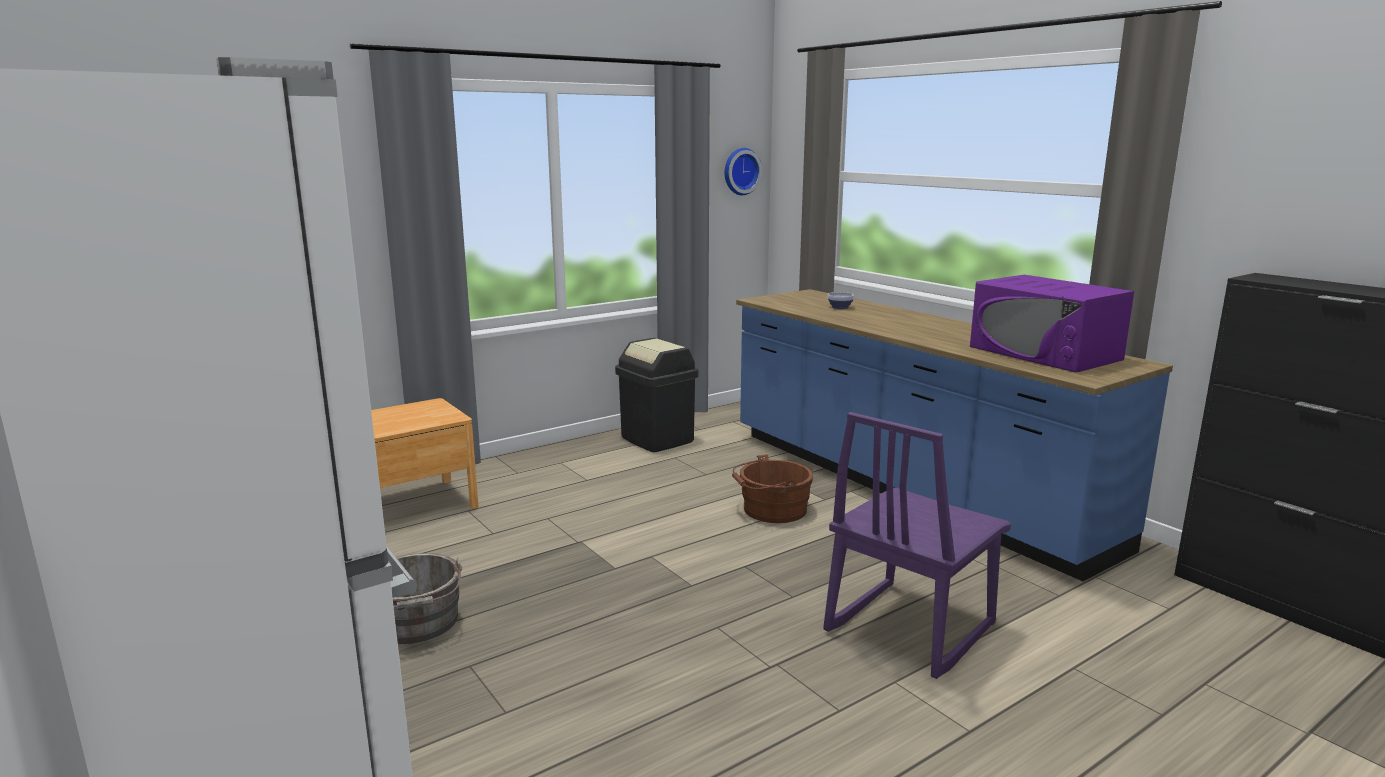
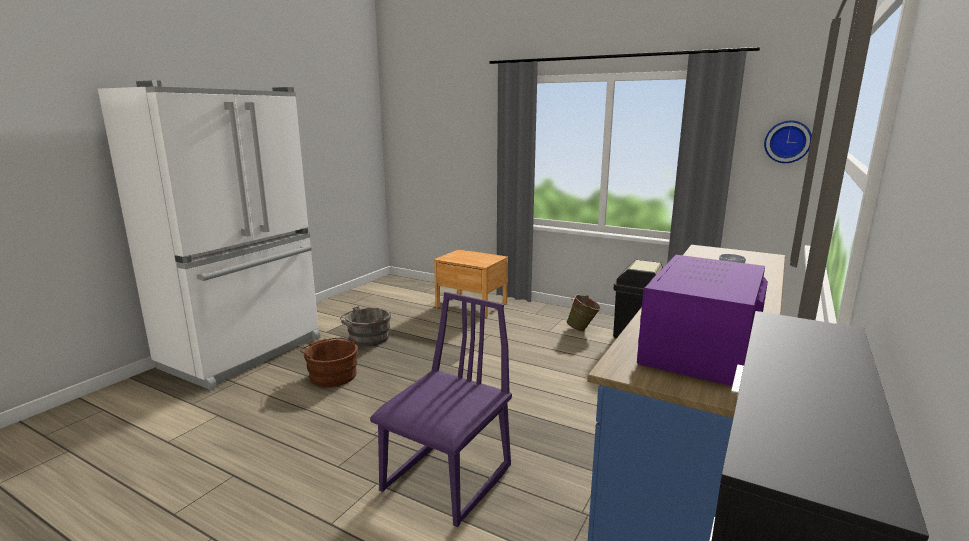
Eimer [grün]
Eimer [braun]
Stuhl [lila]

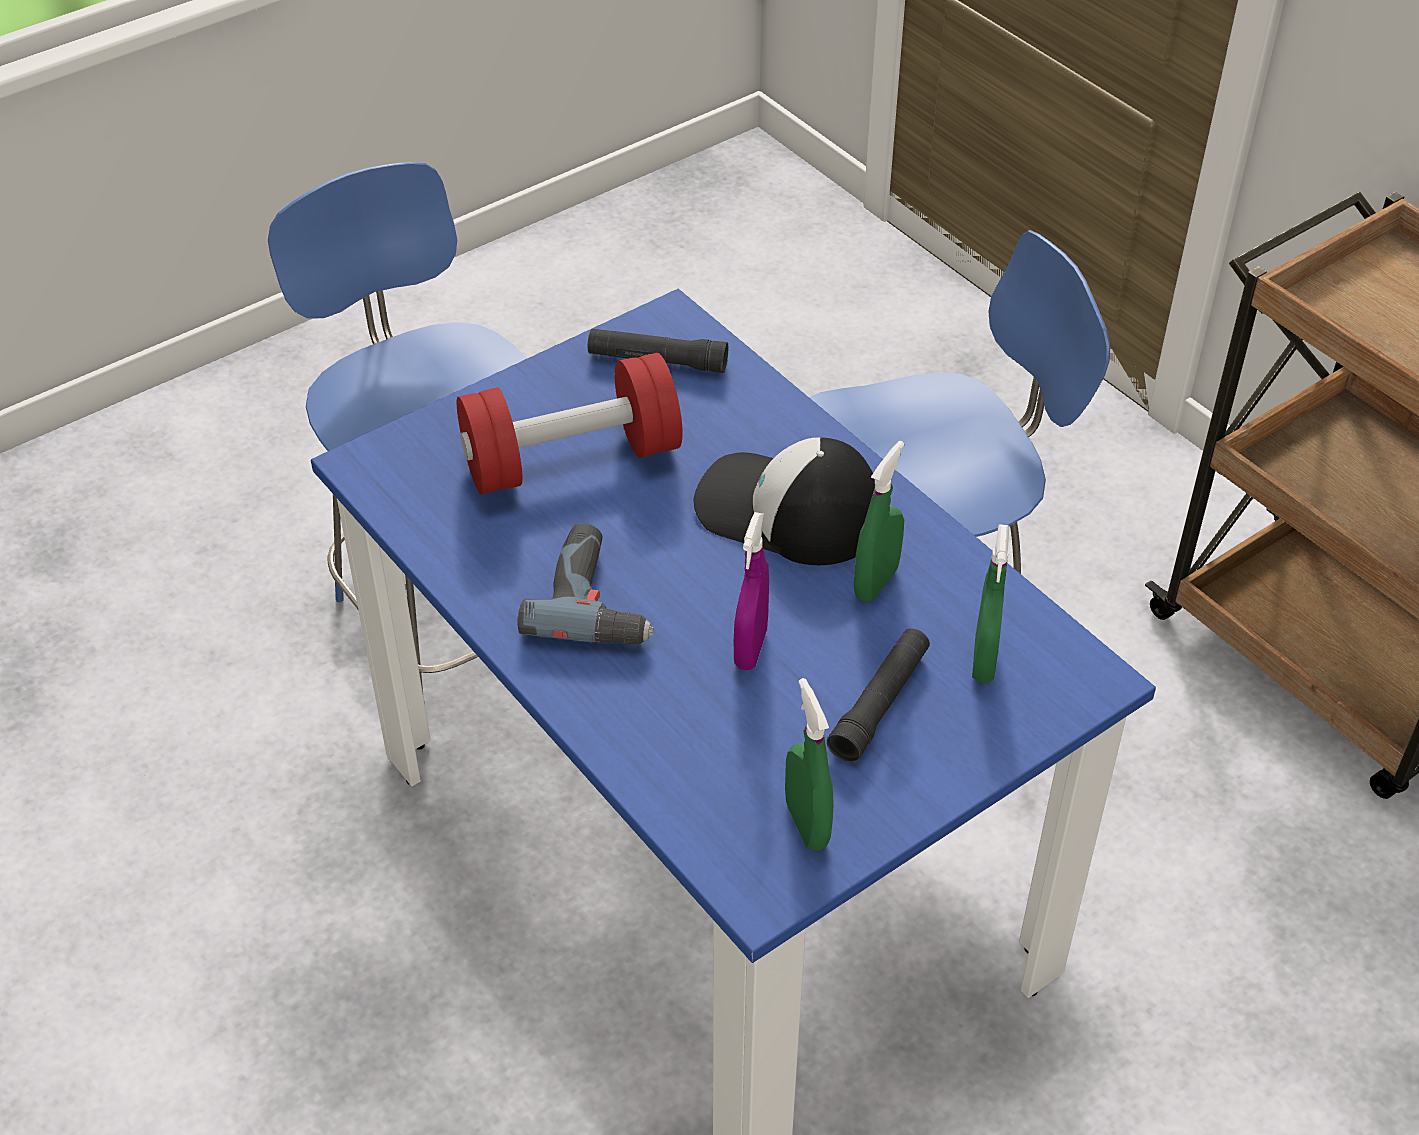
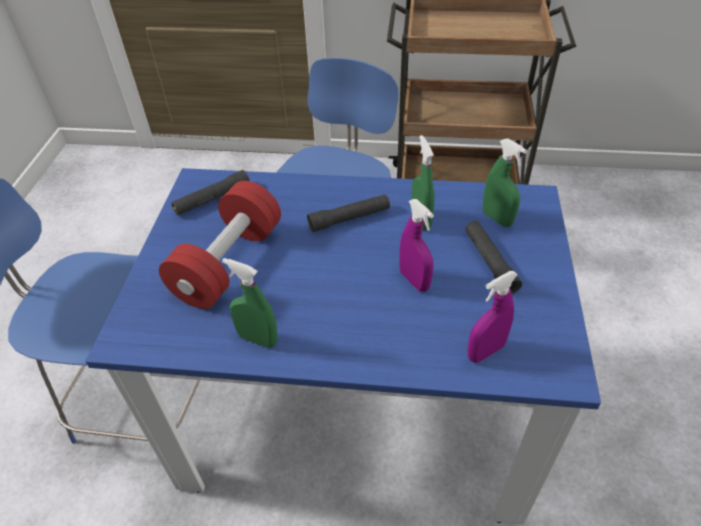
Bohrmaschine
Sprühflasche [lila] (2nd from left)
Sprühflasche [grün] (1st from left)
Taschenlampe [schwarz] (2nd from left)

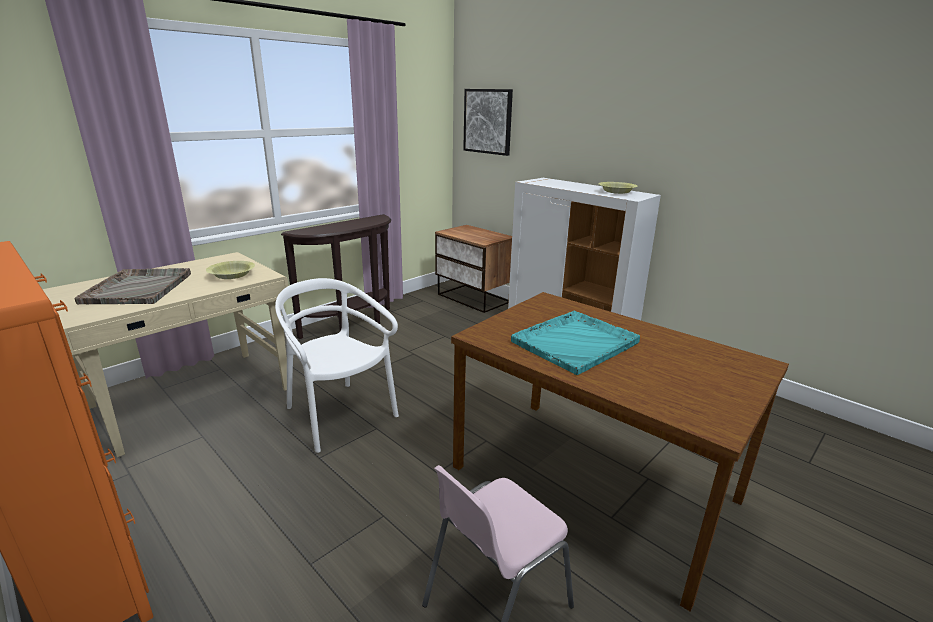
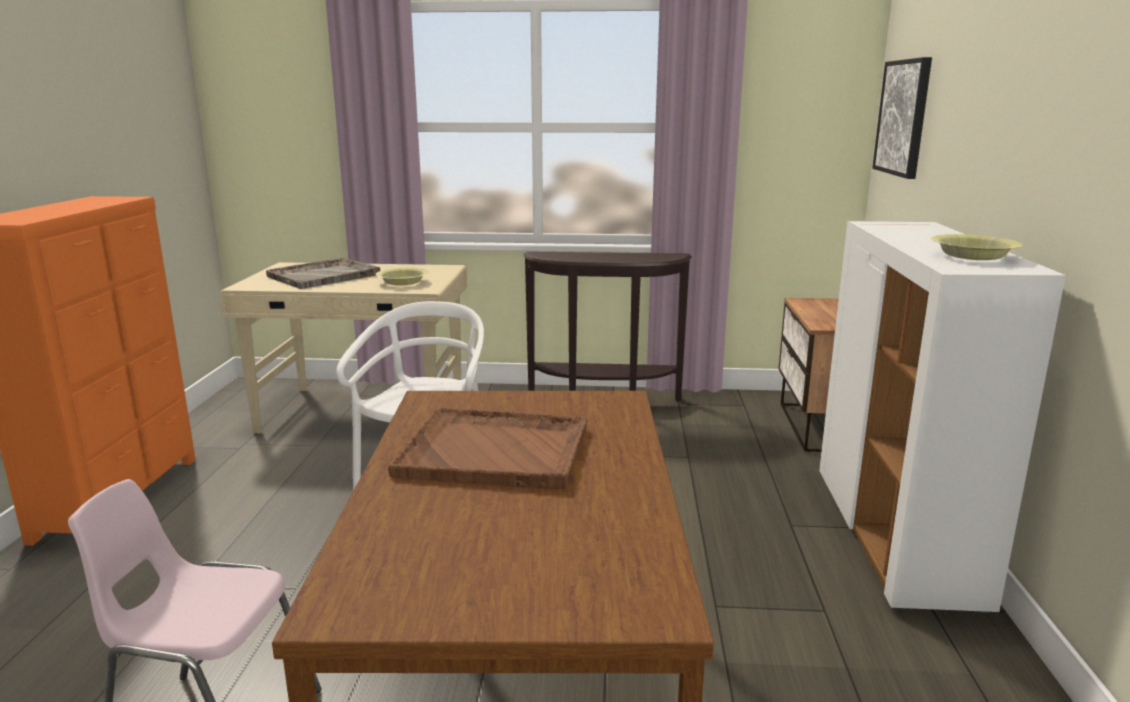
Tablett [braun]

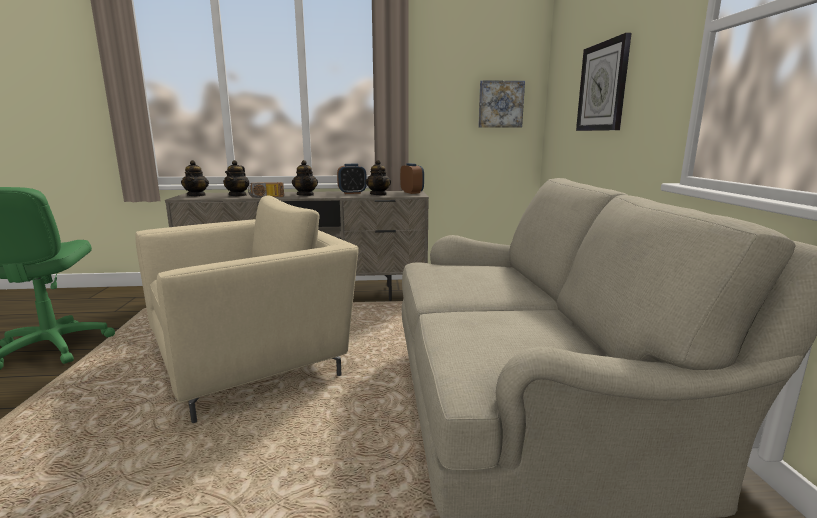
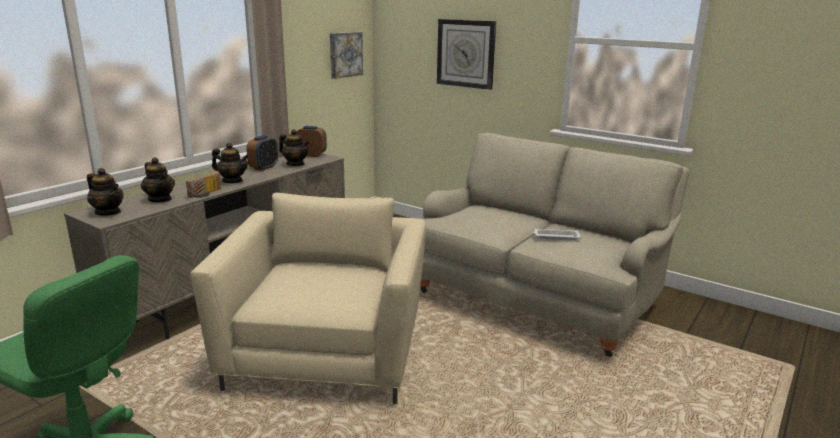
Tablett [weiß]

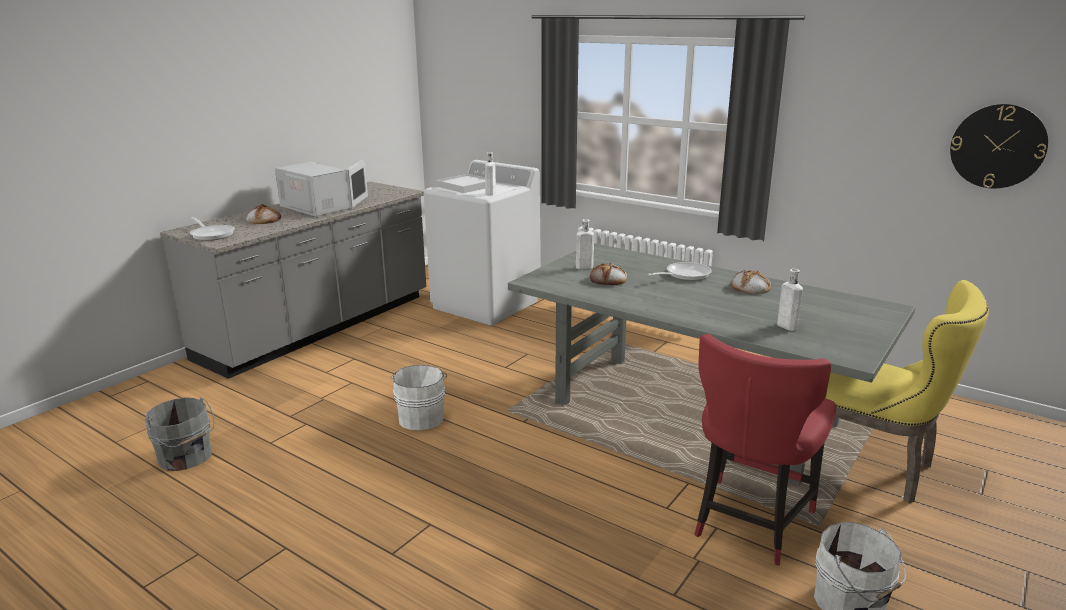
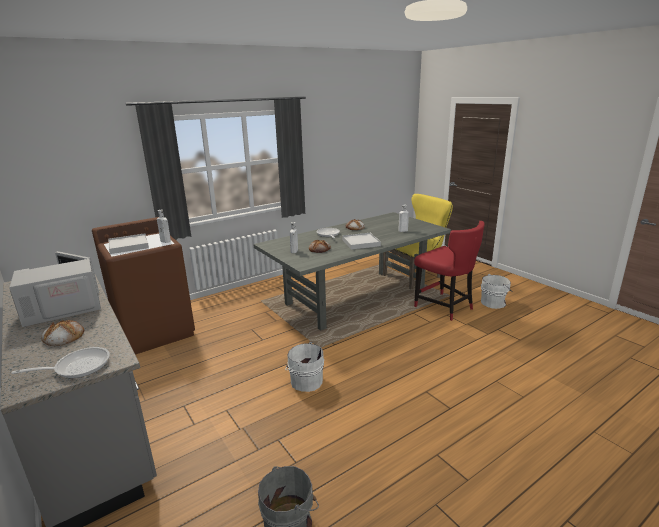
Wanduhr
Tablett [weiß] (2nd from left)
Waschmaschine [braun]

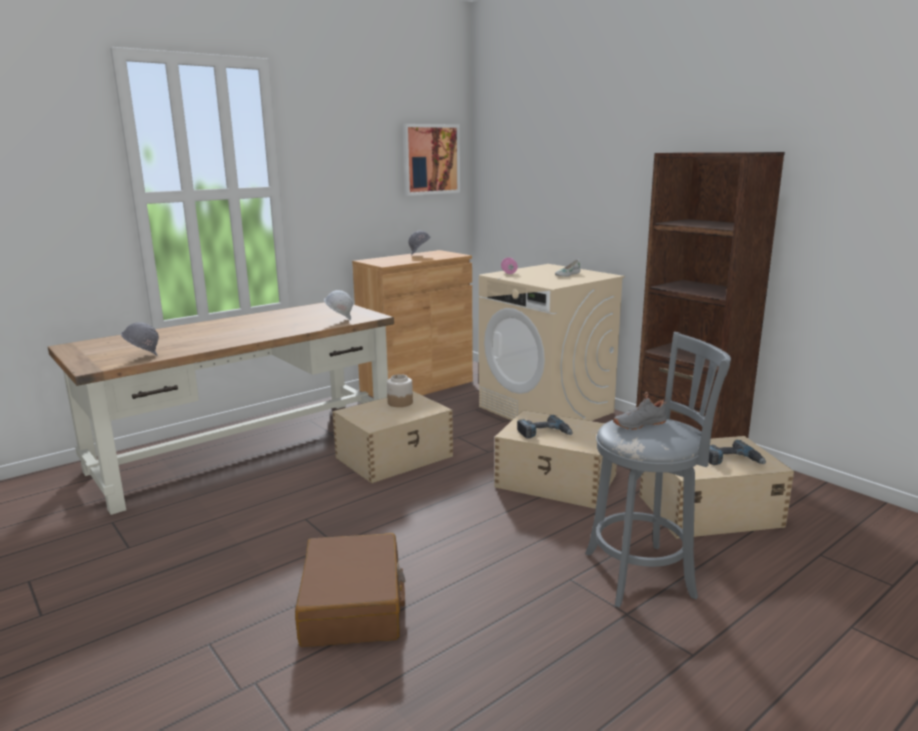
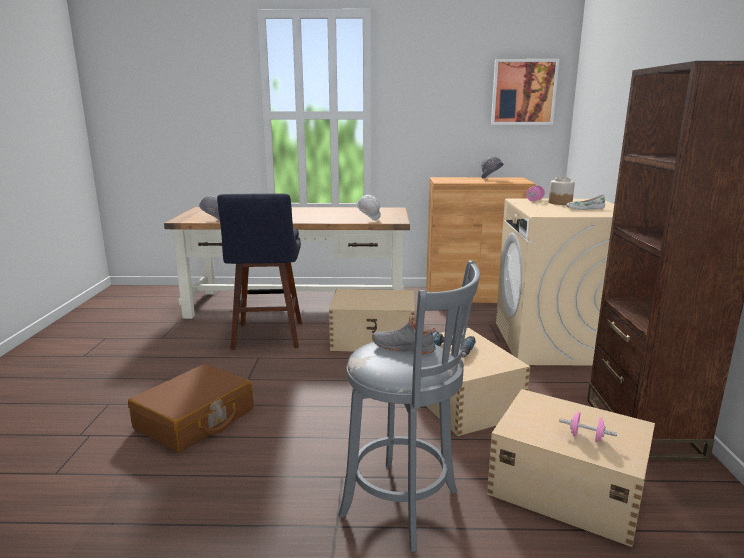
Hocker [blau]
Vorratsglas
Hantel [rosa] (2nd from left)

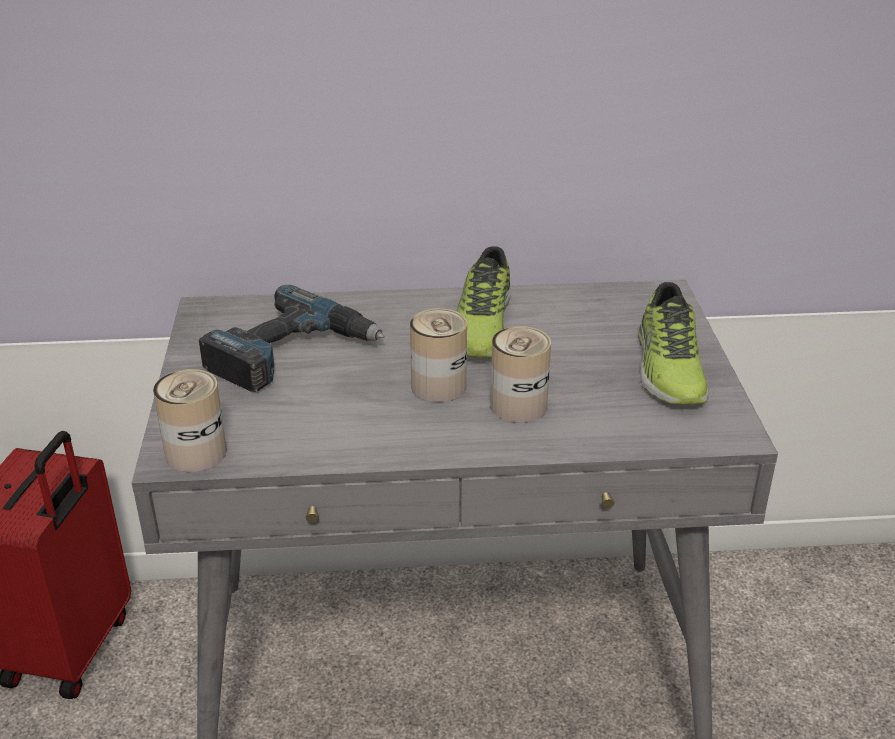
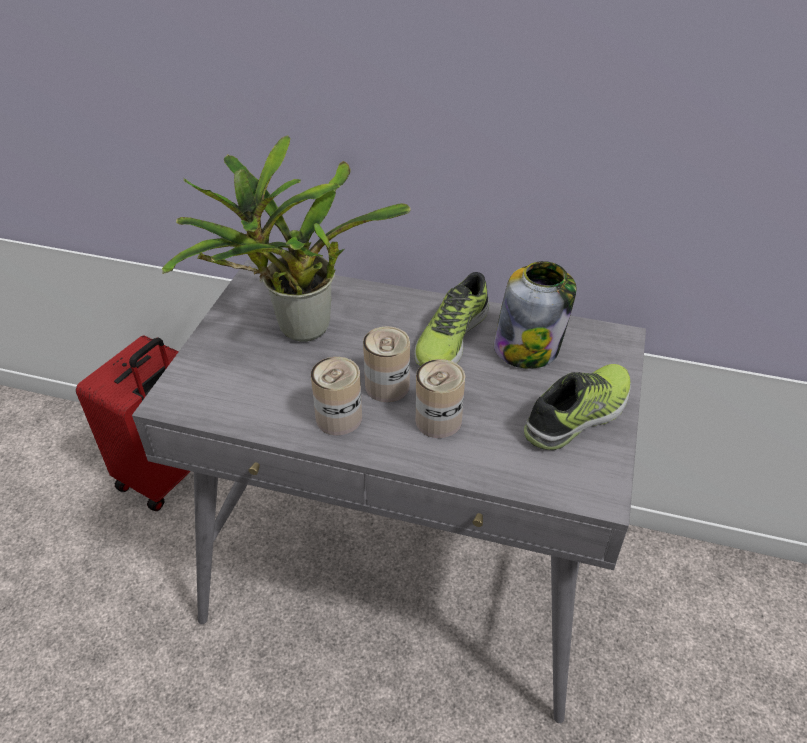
Vorratsglas
Dose (1st from left)
Topfpflanze
Schuh (2nd from left)

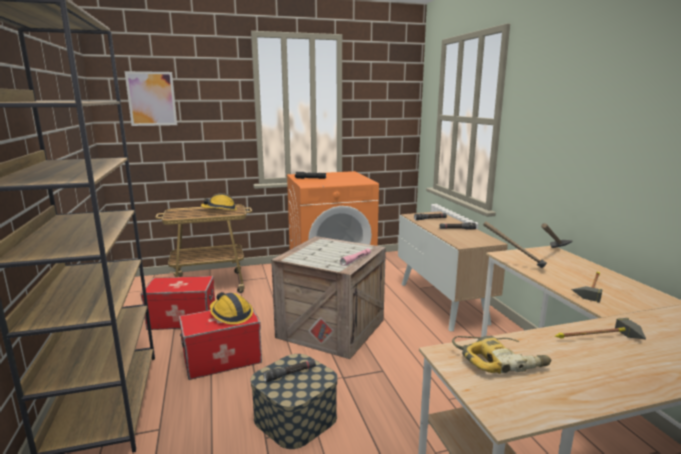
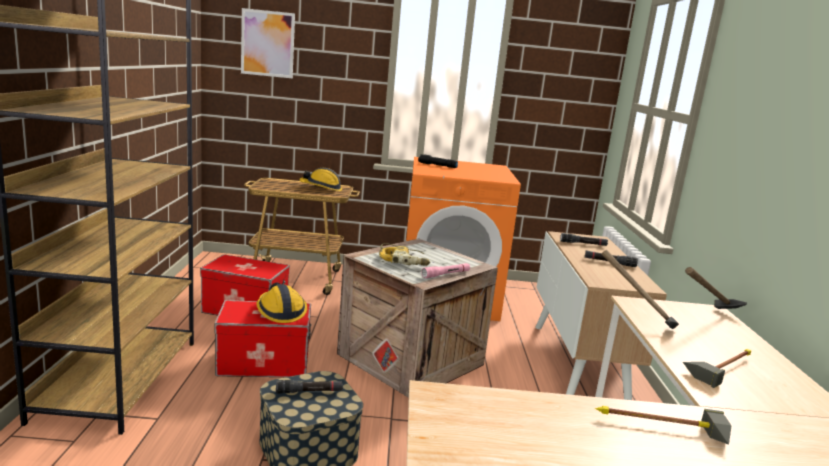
Bohrmaschine

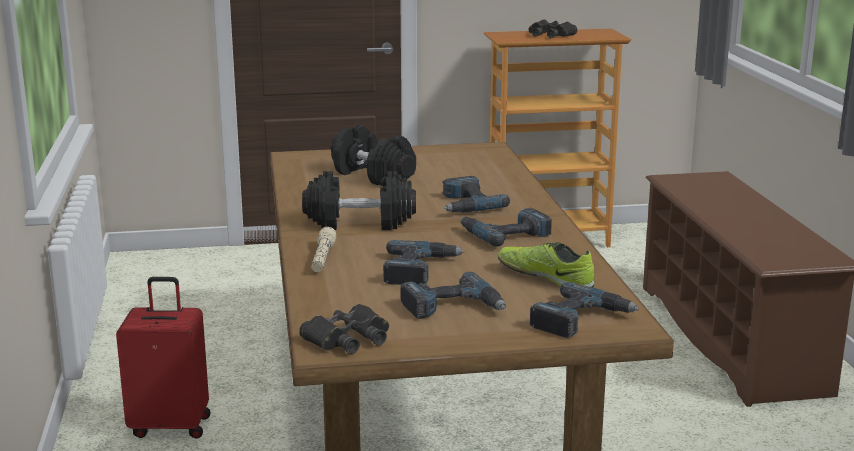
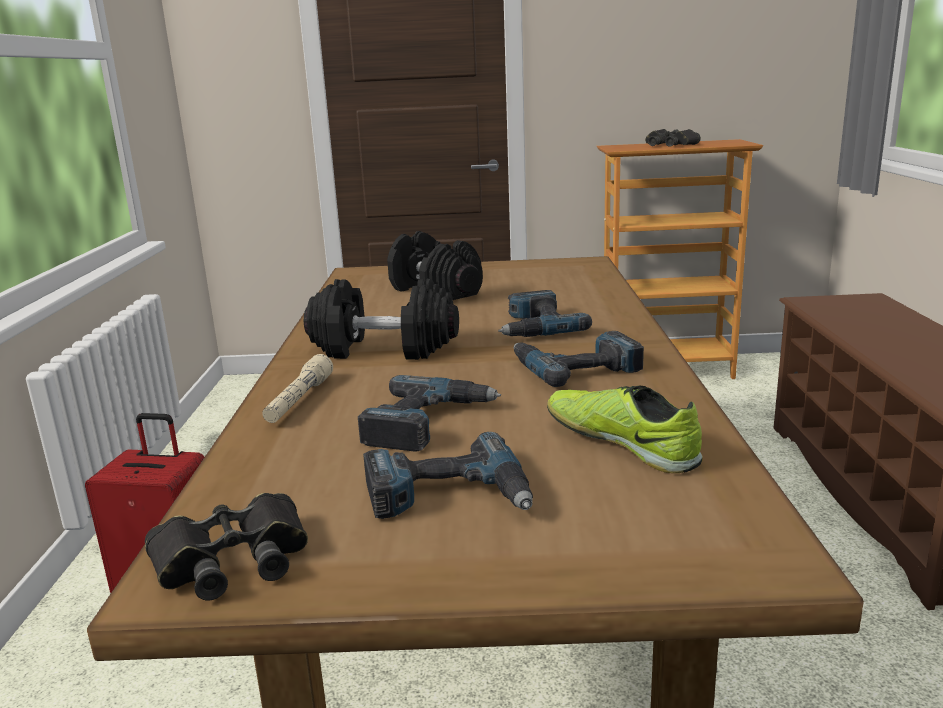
Bohrmaschine (5th from left in the first image)

